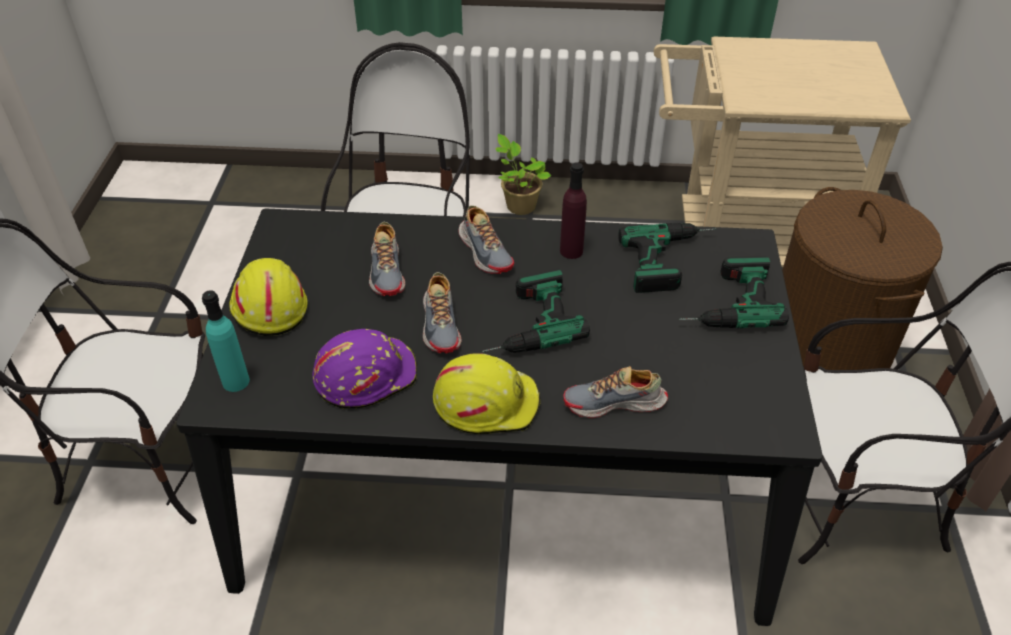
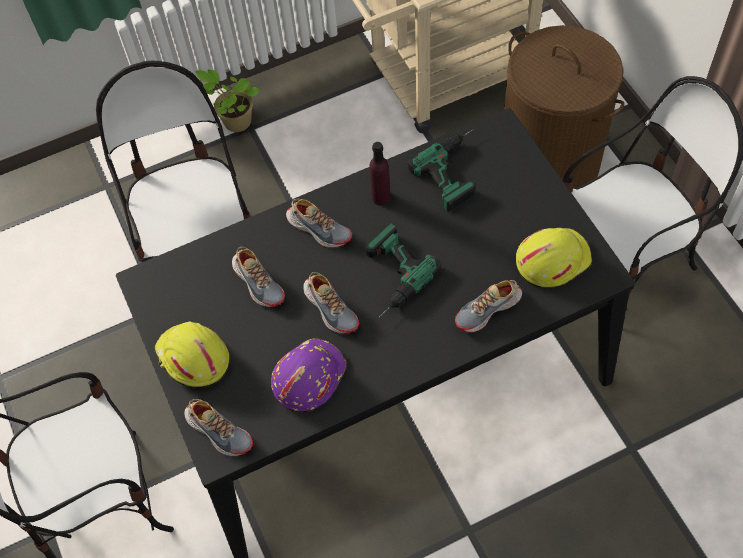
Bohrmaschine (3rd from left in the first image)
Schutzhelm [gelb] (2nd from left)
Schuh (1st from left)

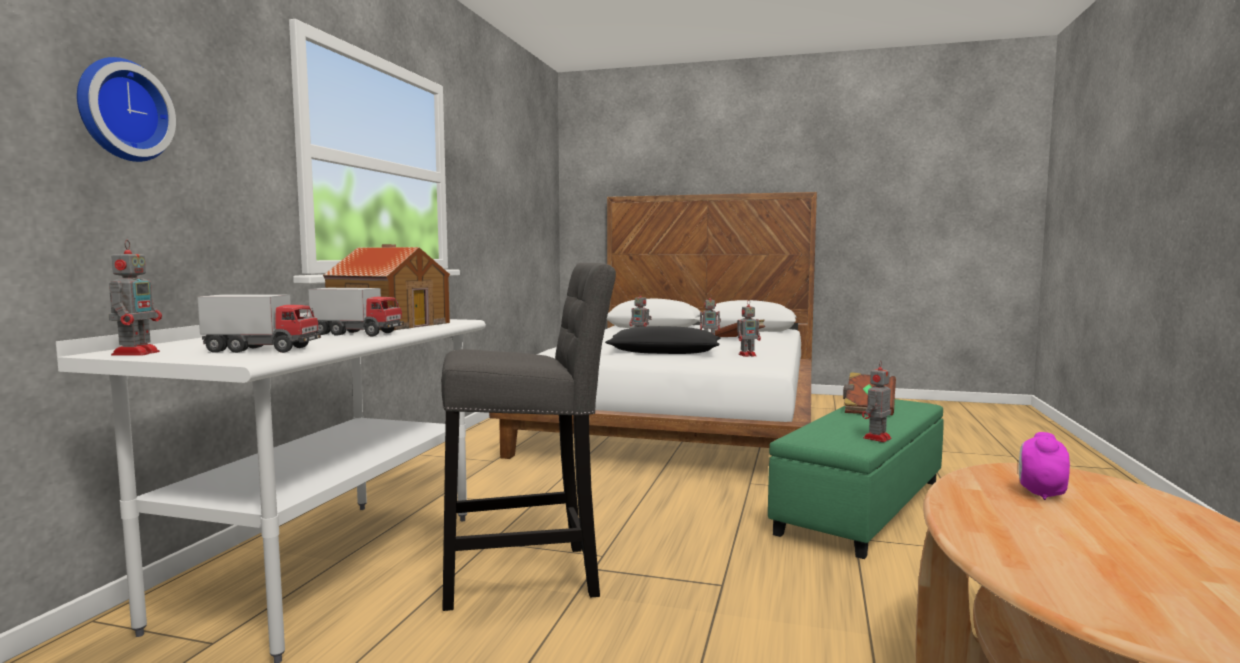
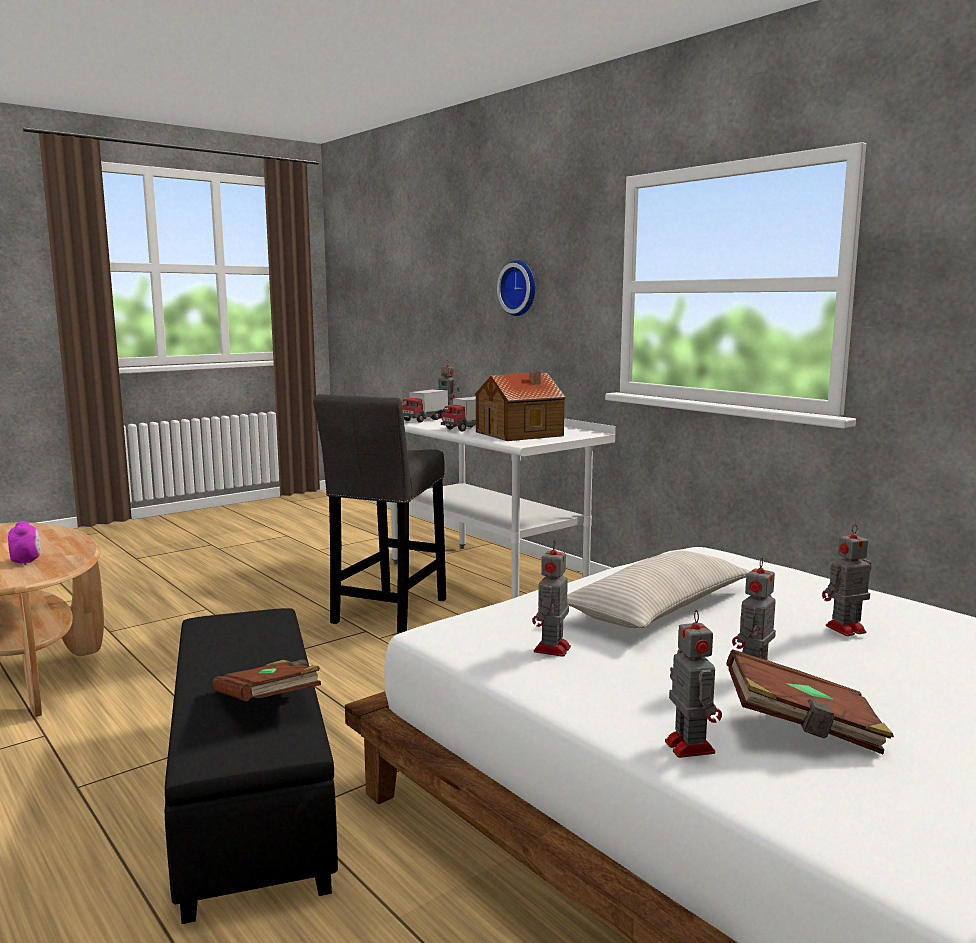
Spielzeugroboter (3rd from left)
Kissen [beige]
Polsterhocker [schwarz]

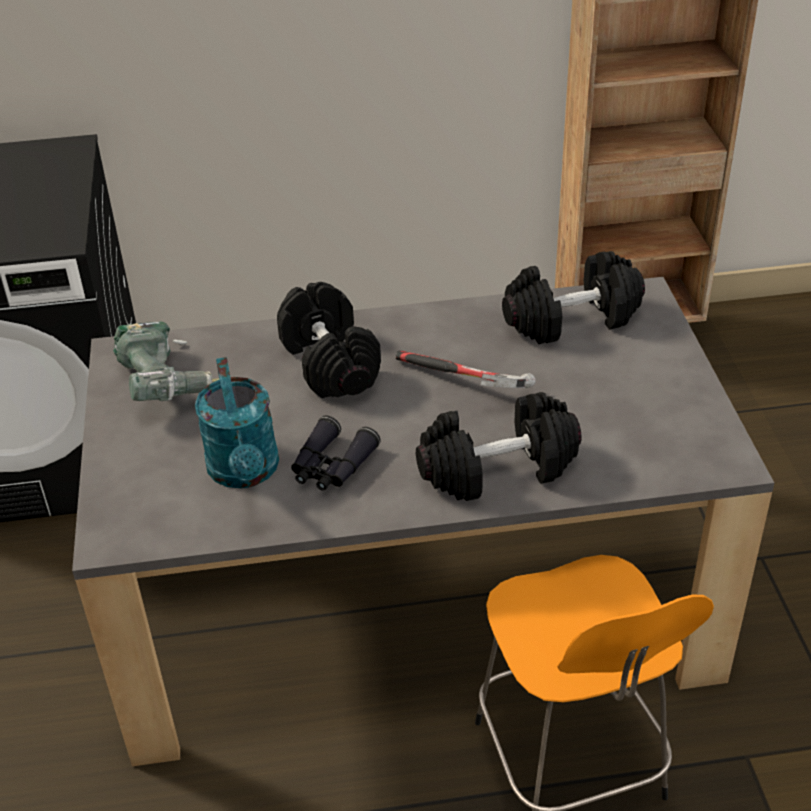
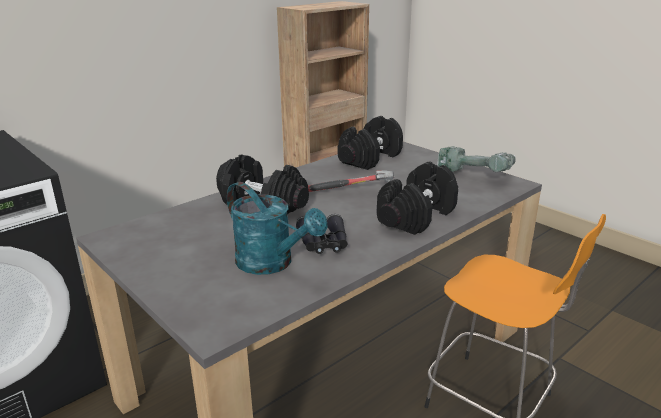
Bohrmaschine

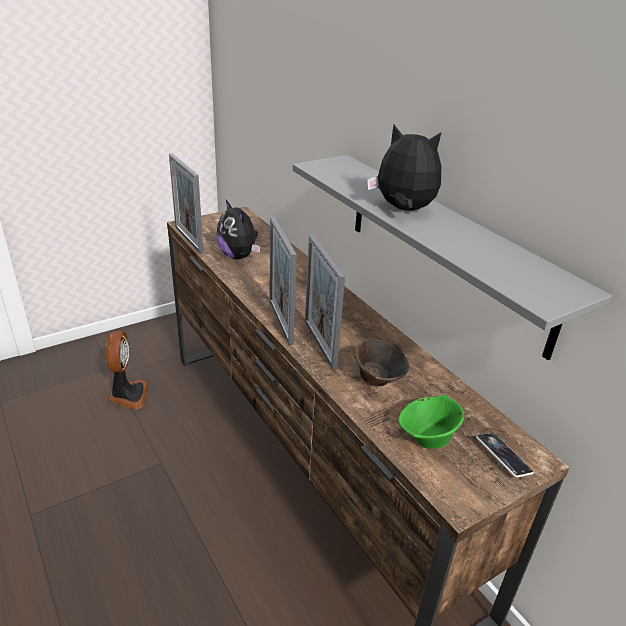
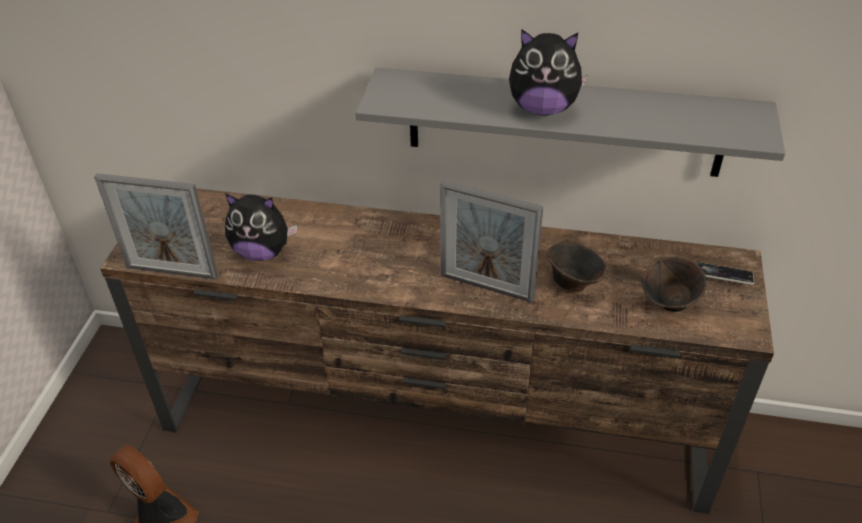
Bilderrahmen (2nd from left in the first image)
Schüssel [braun] (2nd from left)
Plüschtier (2nd from left)

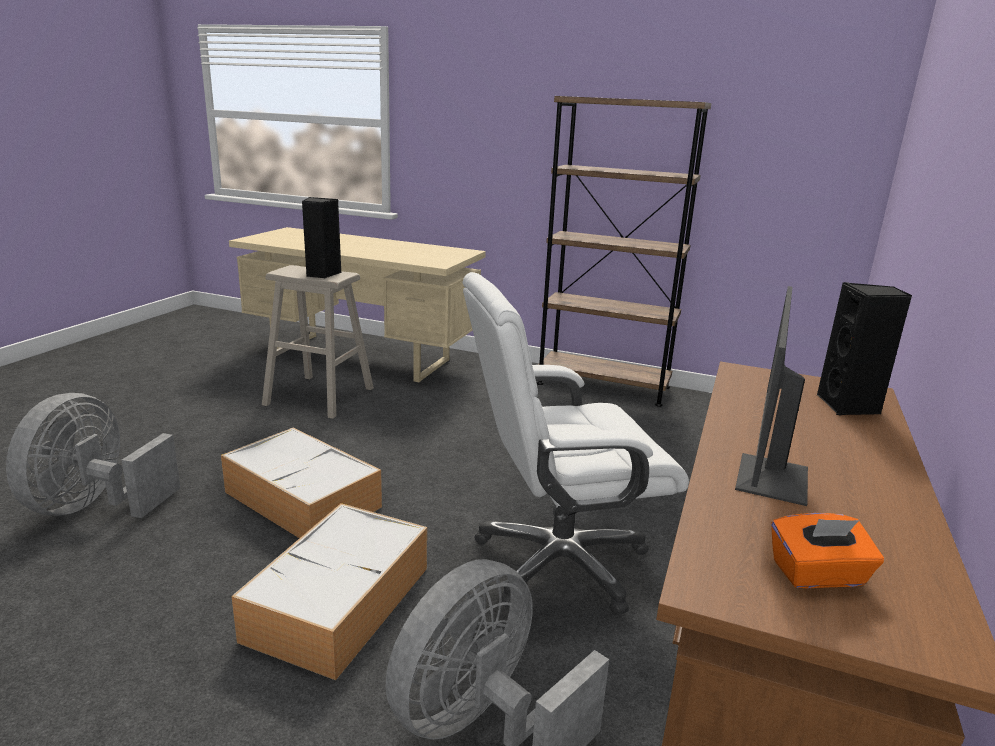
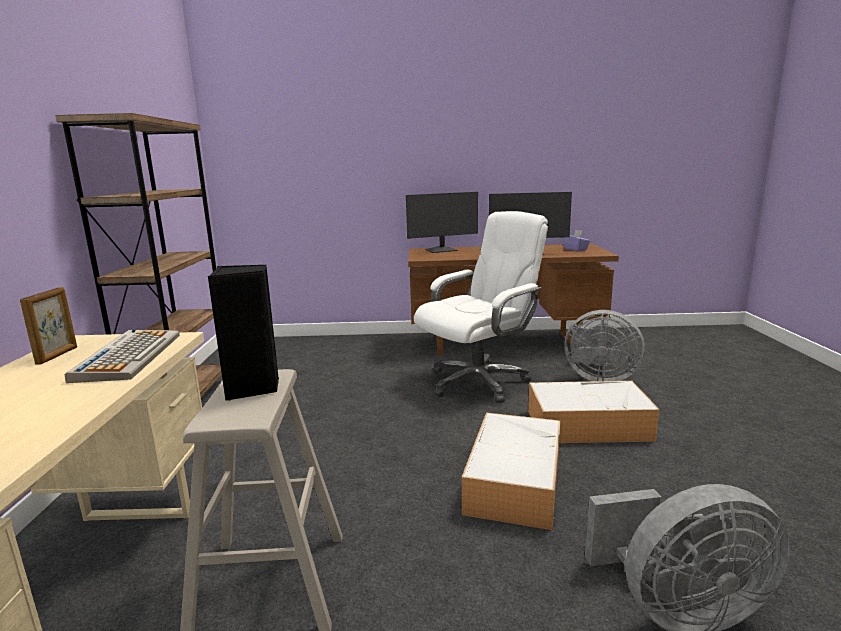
Bilderrahmen
Tastatur
Monitor (1st from left)
Taschentuchbox [lila]
Bürostuhl [weiß]

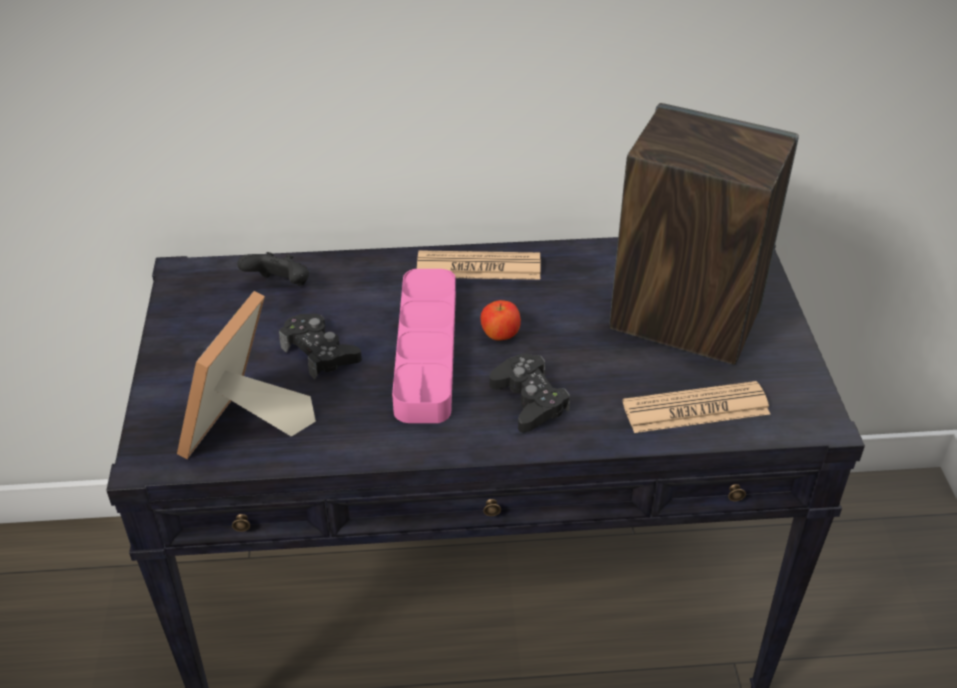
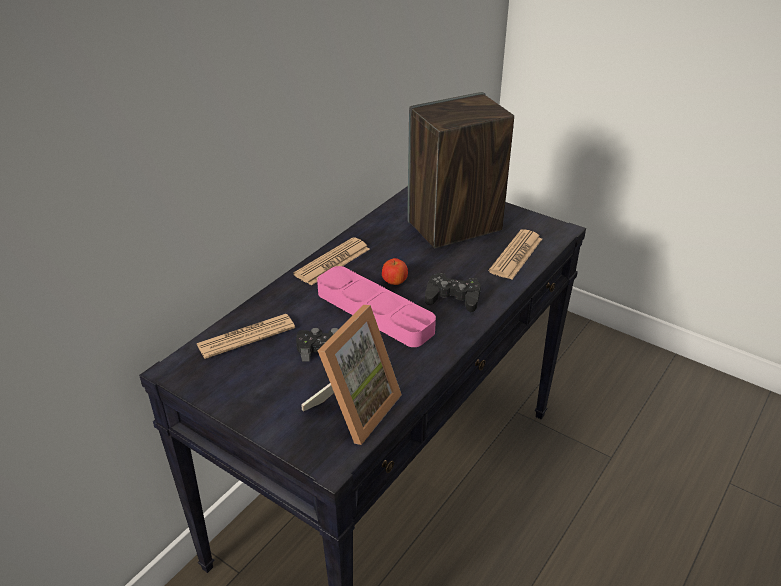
Zeitung (1st from left)
Bilderrahmen

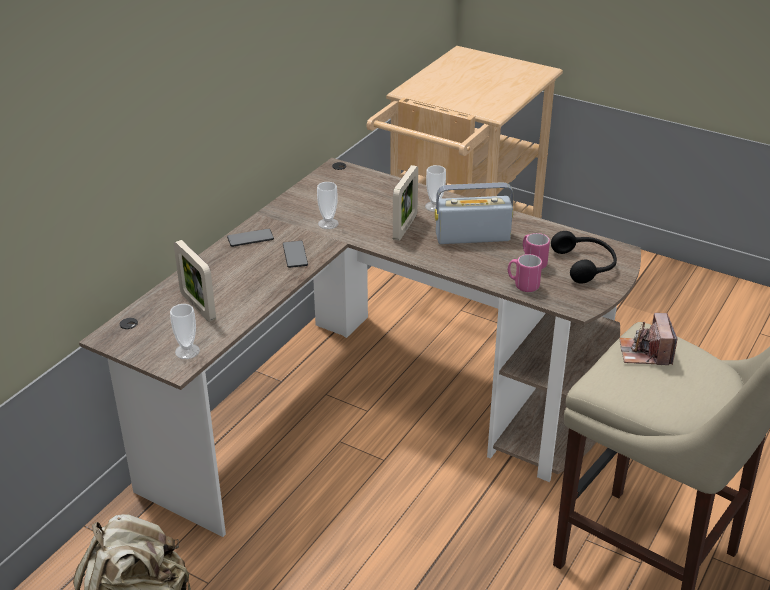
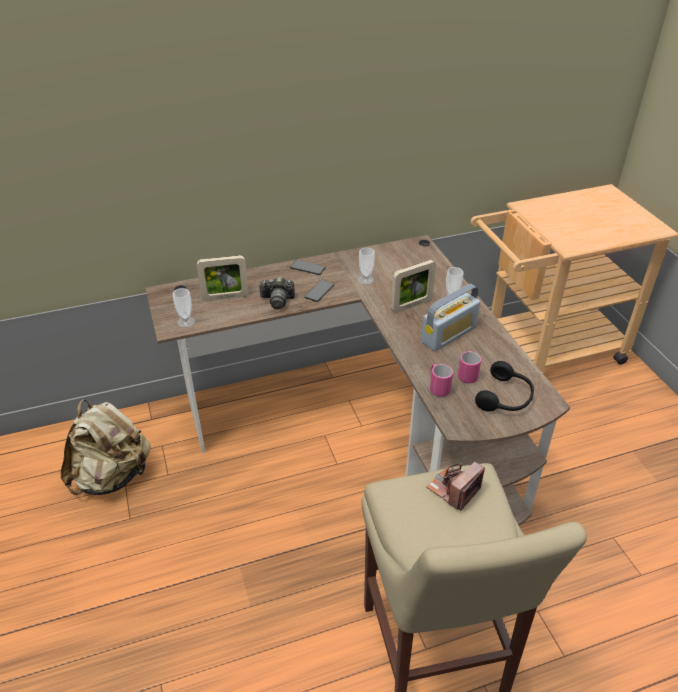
Kamera (1st from left)
Bilderrahmen (1st from left)
Radio

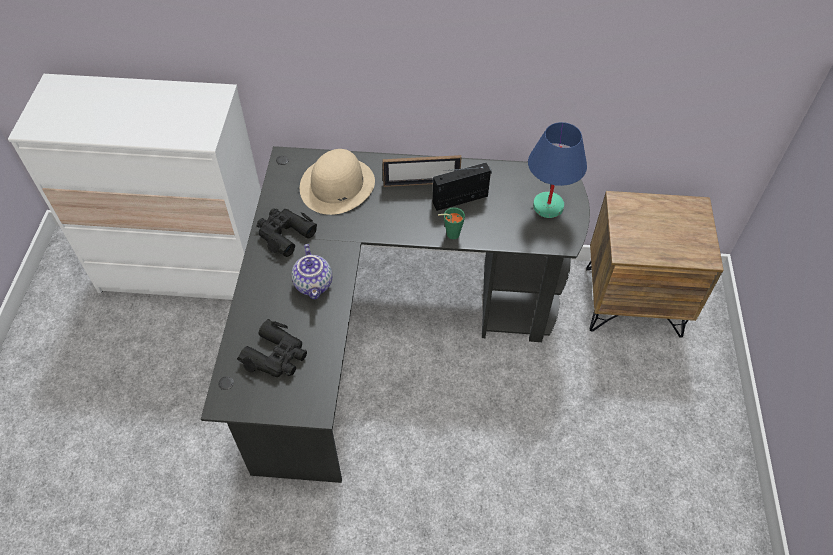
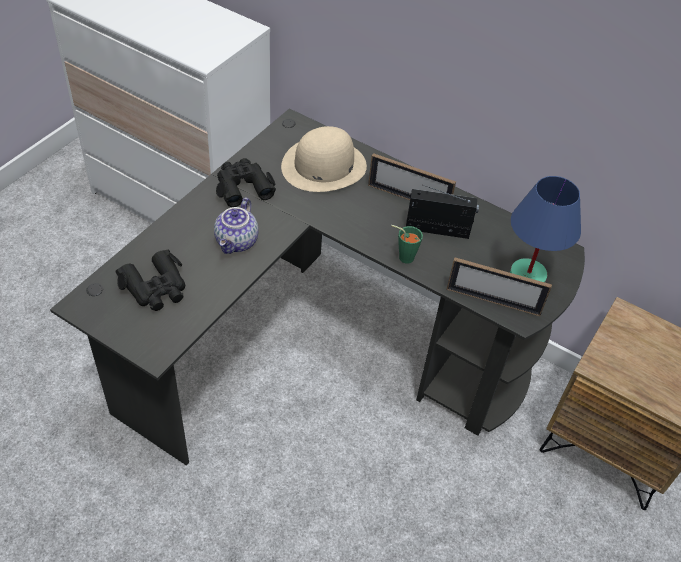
Bilderrahmen (2nd from left)

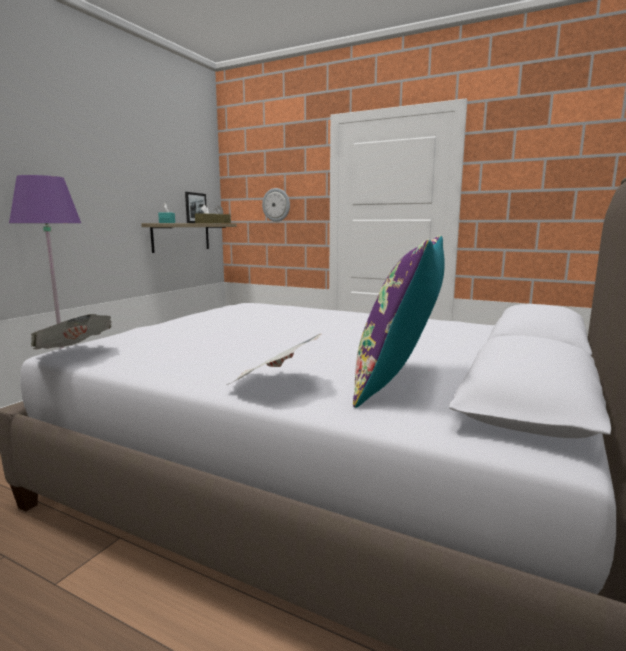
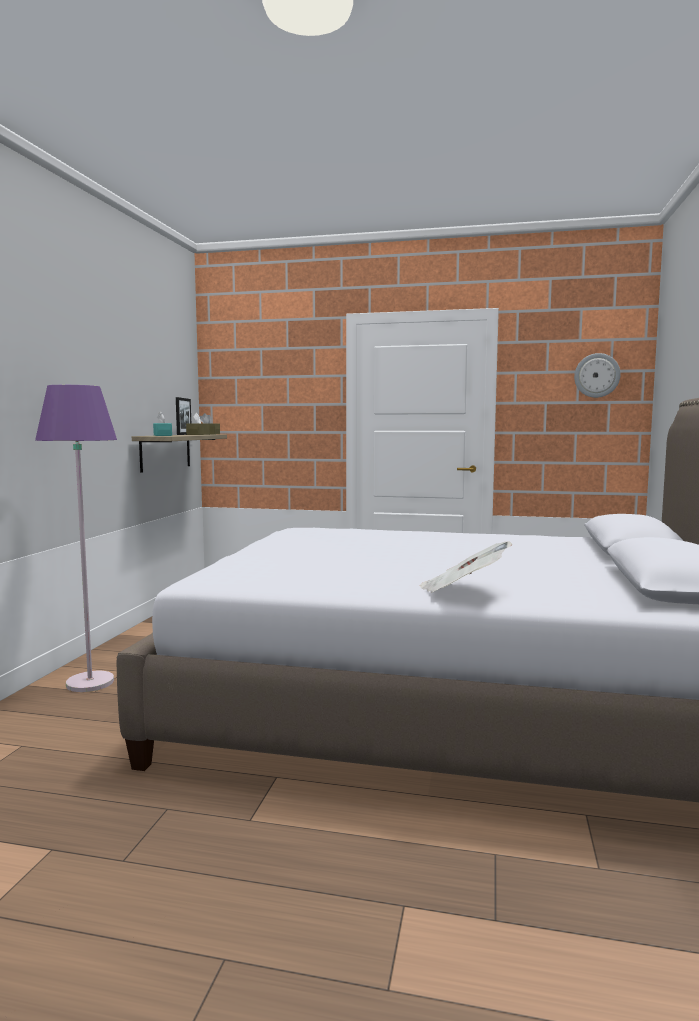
Zeitung (1st from left in the first image)
Kissen [lila]
Wanduhr

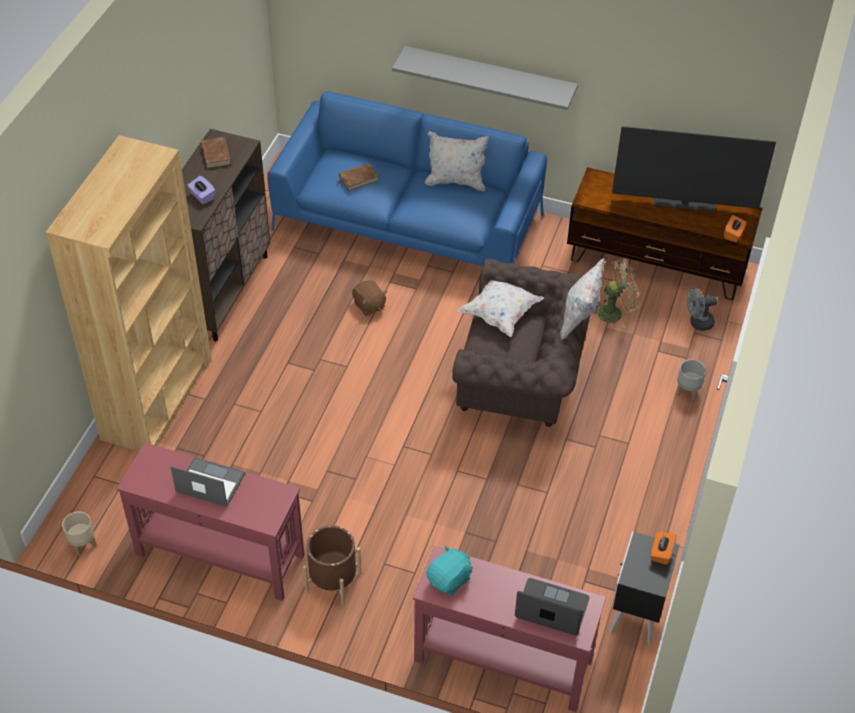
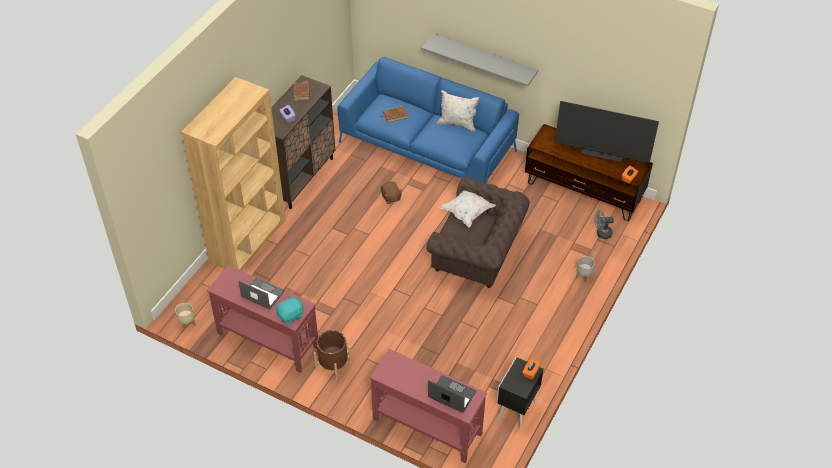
Kissen [weiß] (3rd from left in the first image)
Ventilator [grün]
Plüschtier [türkis]

